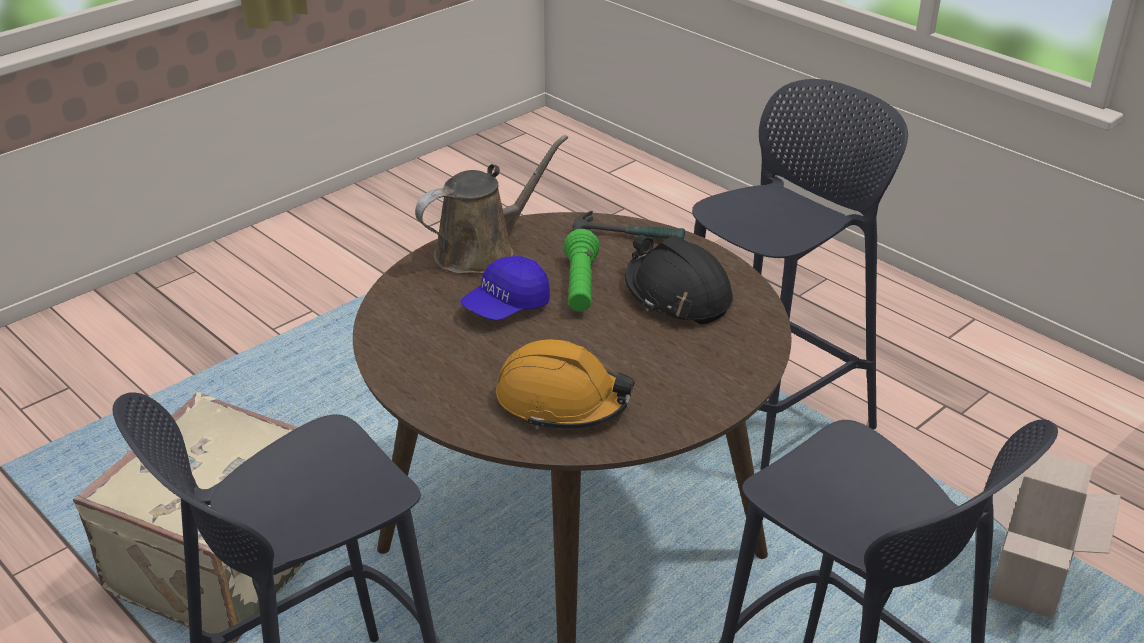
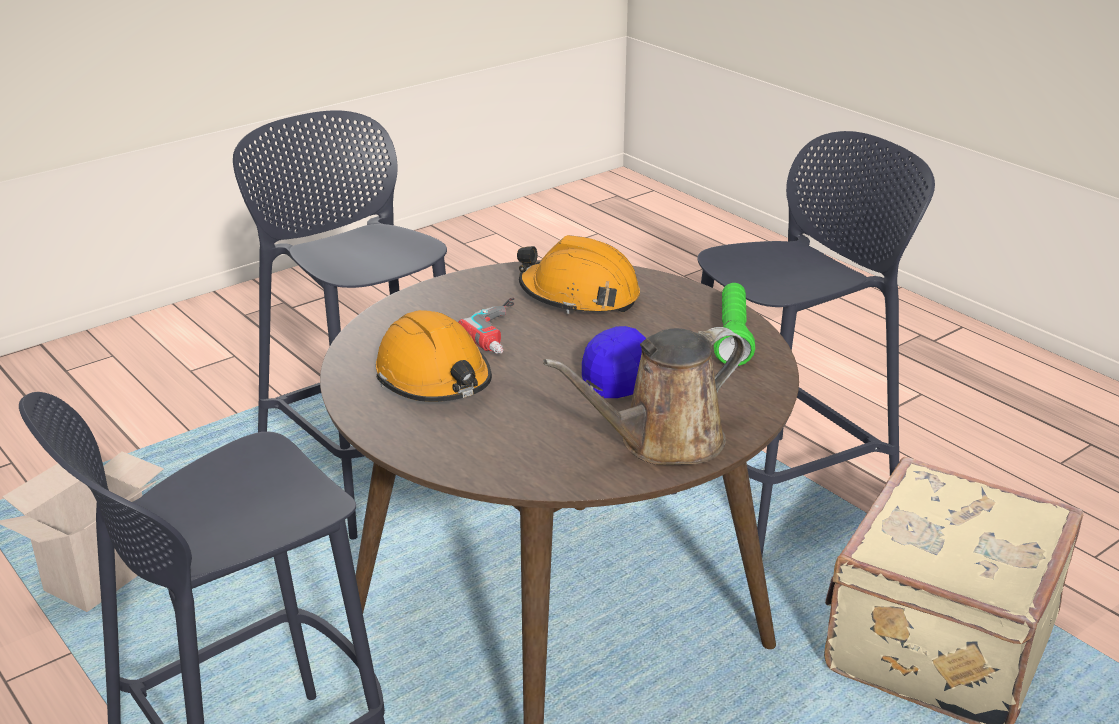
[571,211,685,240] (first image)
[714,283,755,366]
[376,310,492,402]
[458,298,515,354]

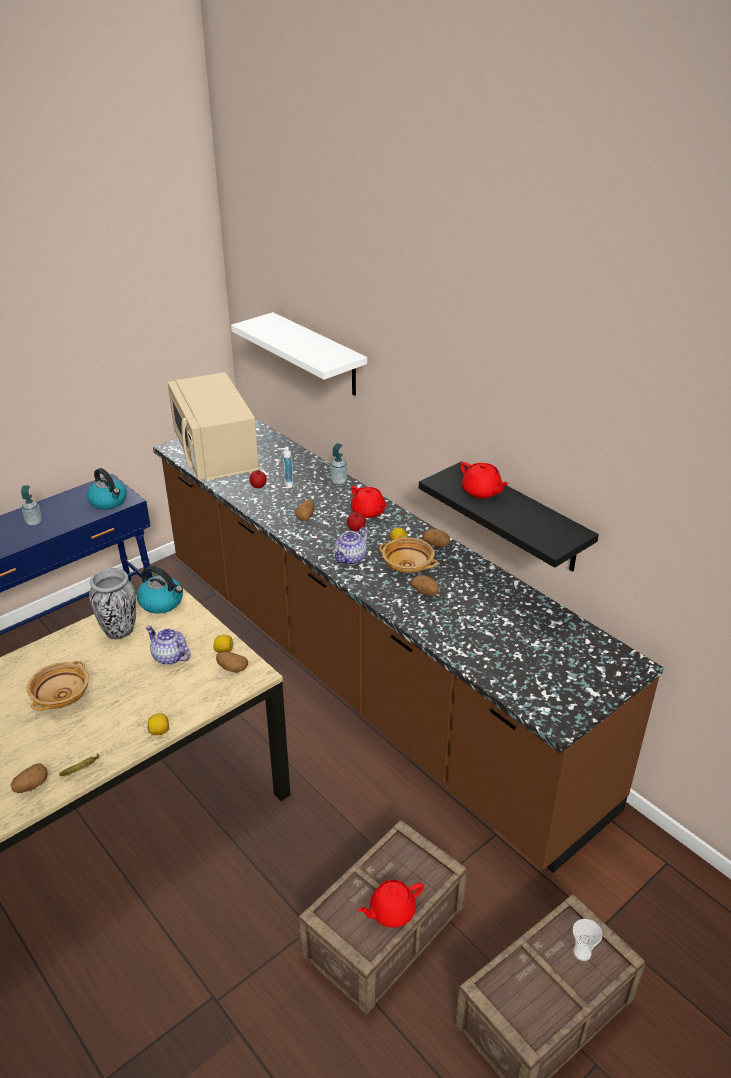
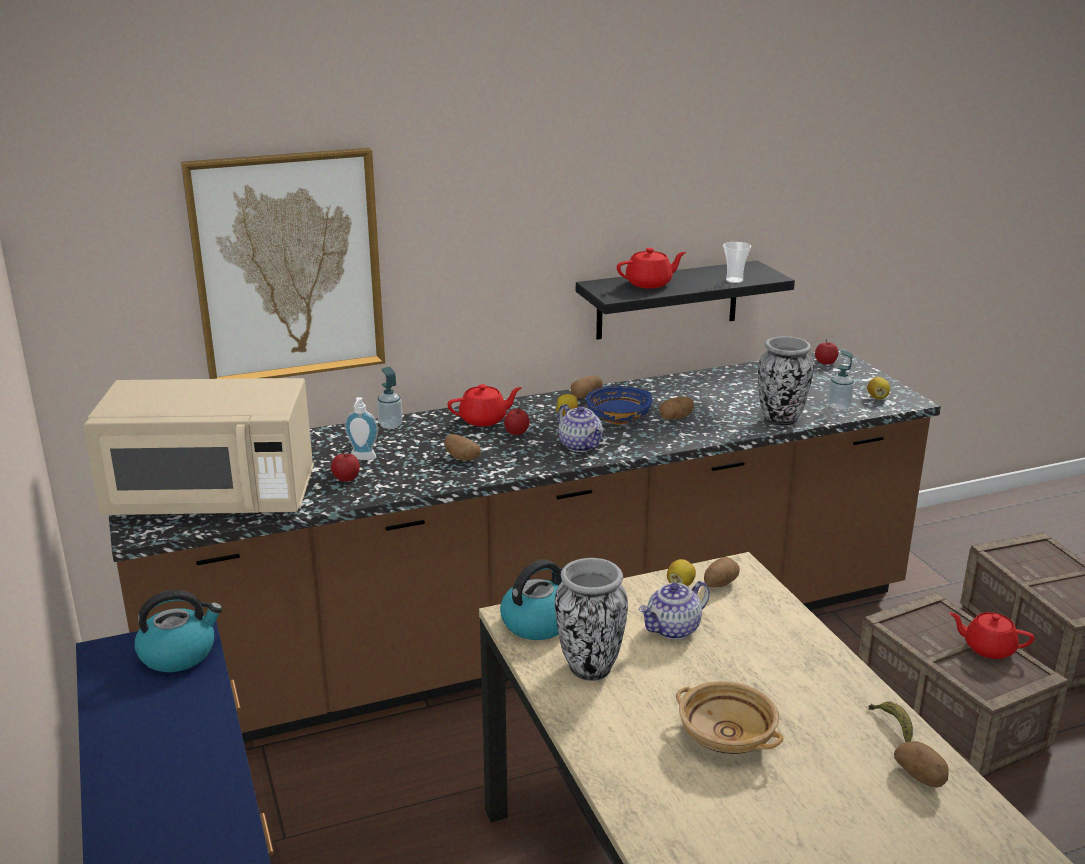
[181,148,385,379]
[828,350,854,410]
[586,386,652,425]
[867,377,890,399]
[949,612,1034,659]
[723,242,751,283]
[758,336,814,426]
[815,339,839,365]

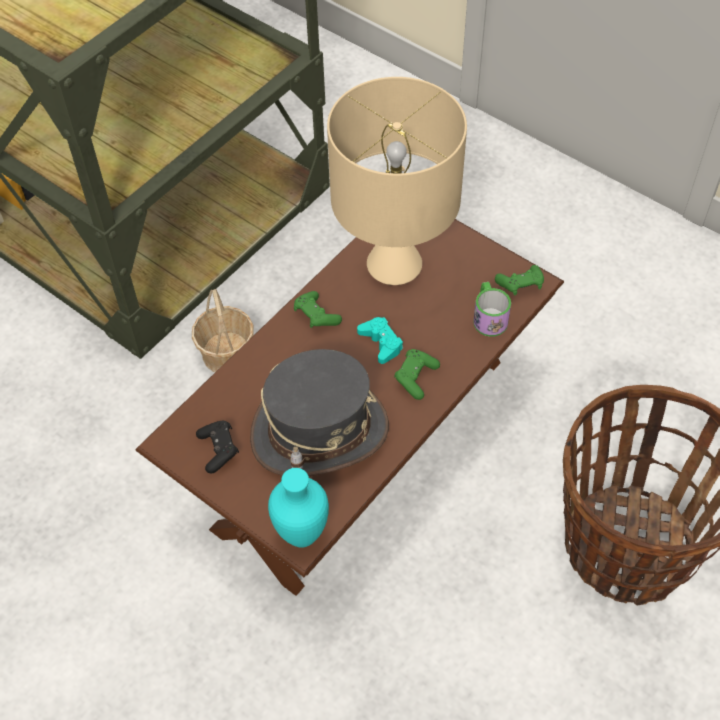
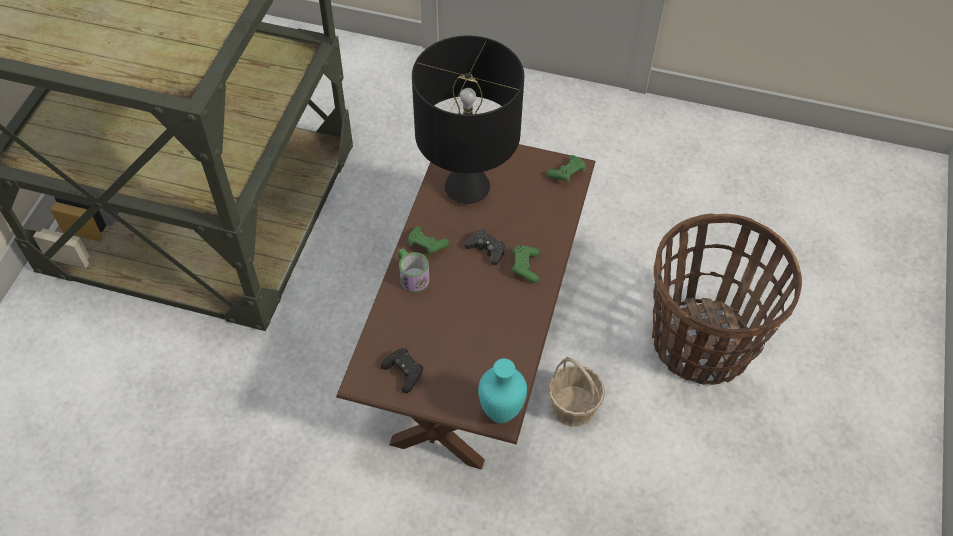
[412,36,524,204]
[398,249,430,293]
[548,357,605,427]
[464,229,505,265]
[250,349,389,477] (first image)

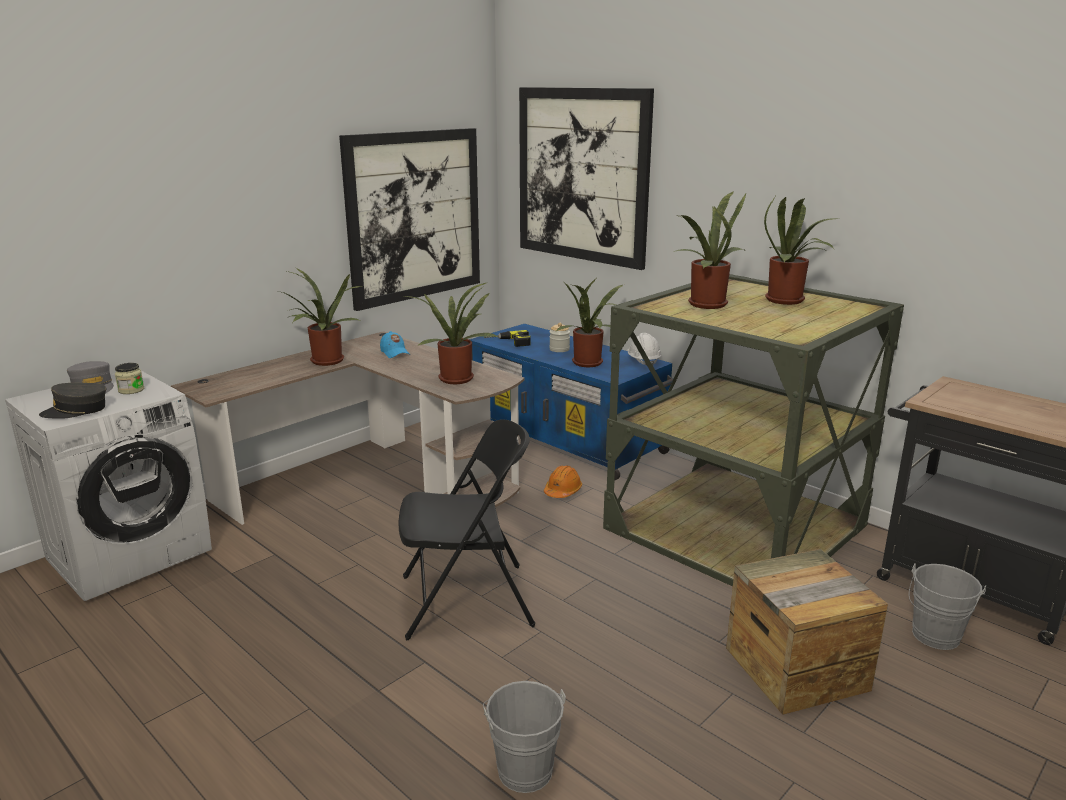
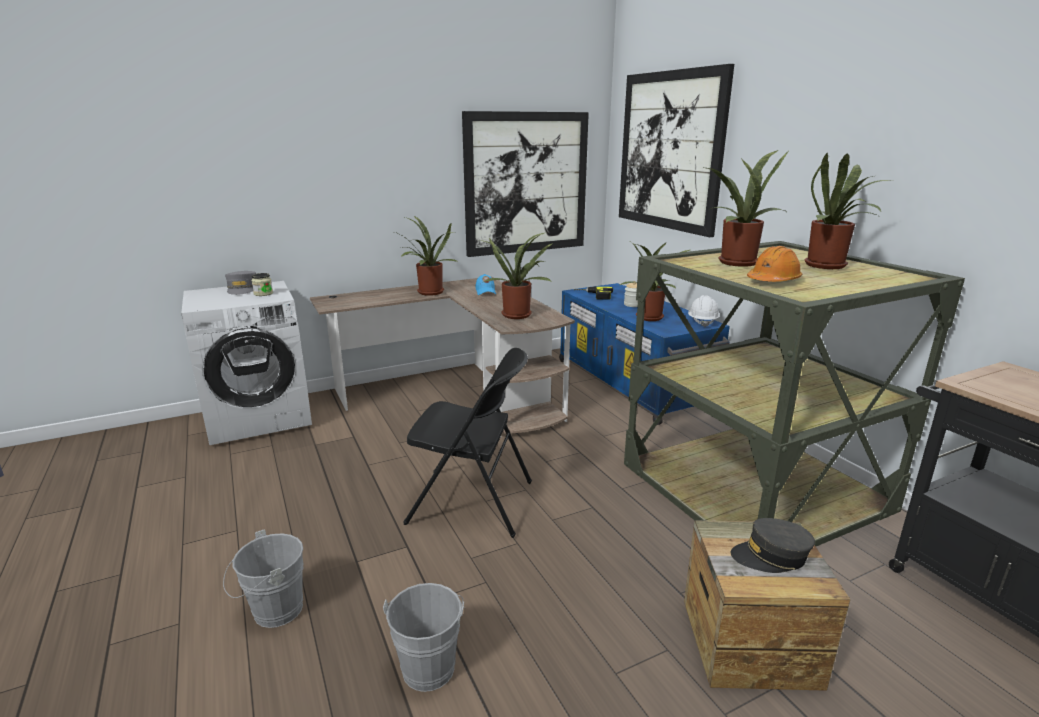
[731,518,815,573]
[747,246,802,282]
[223,529,304,628]

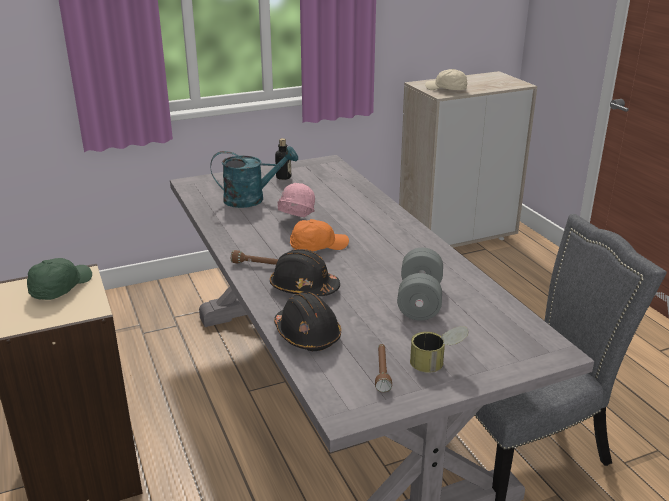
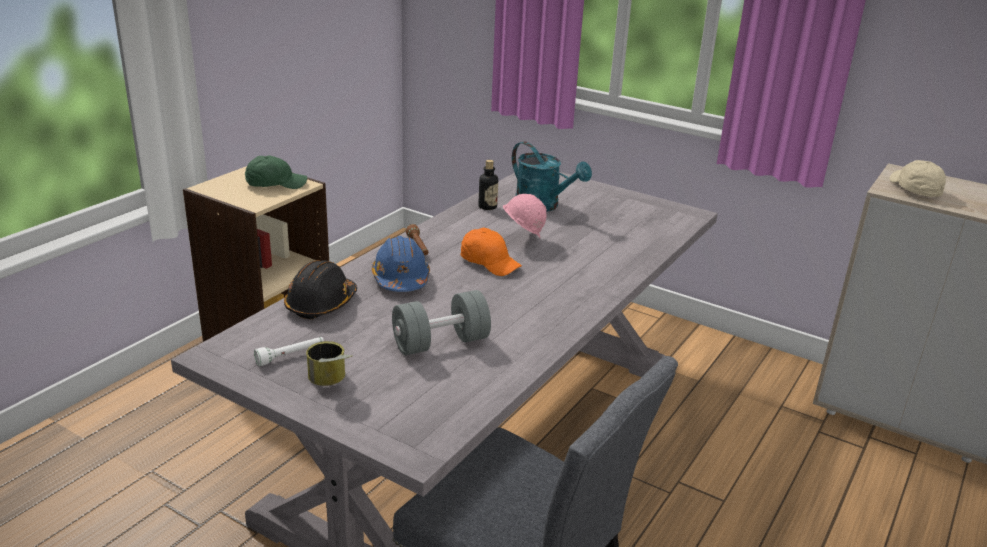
[478,160,498,210]
[372,236,430,292]
[254,337,324,366]

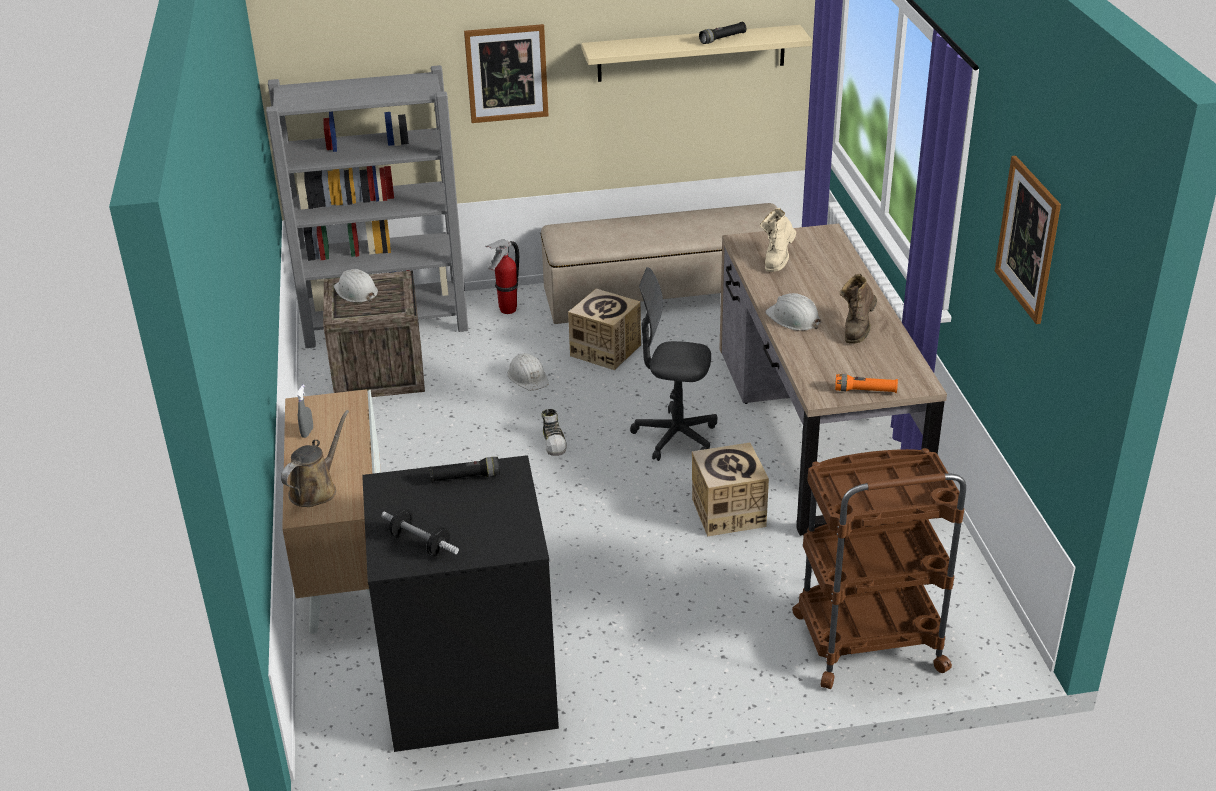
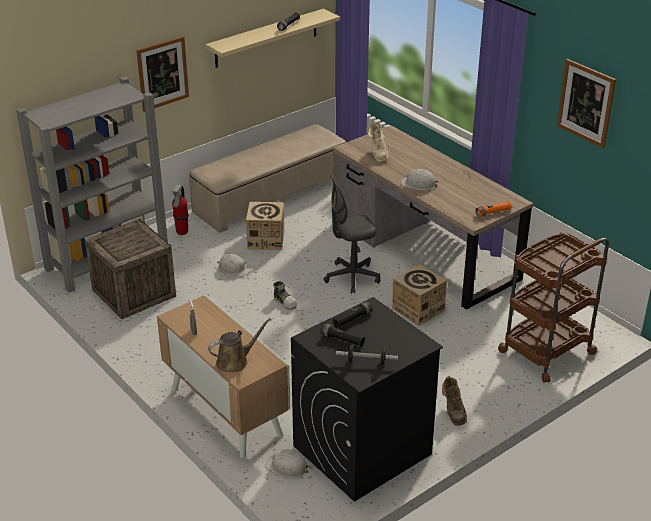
[265,449,310,479]
[442,376,467,426]
[208,318,271,372]
[321,323,365,347]

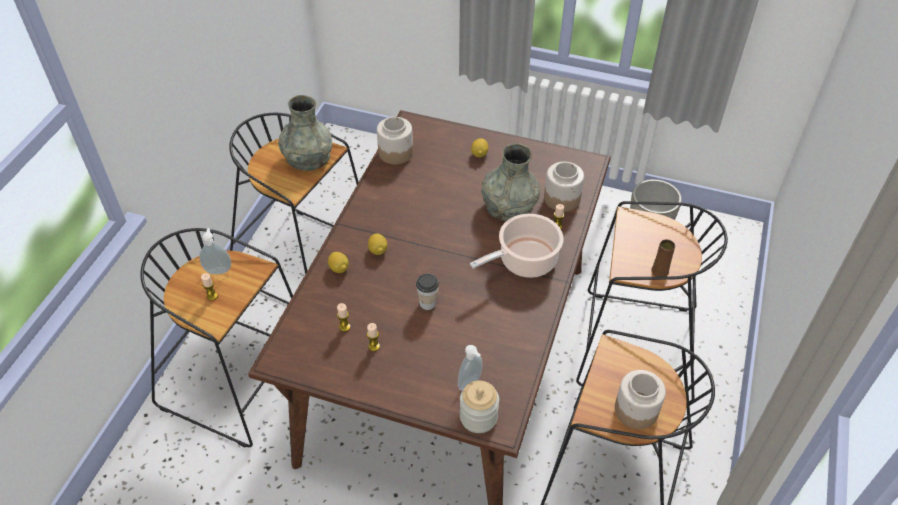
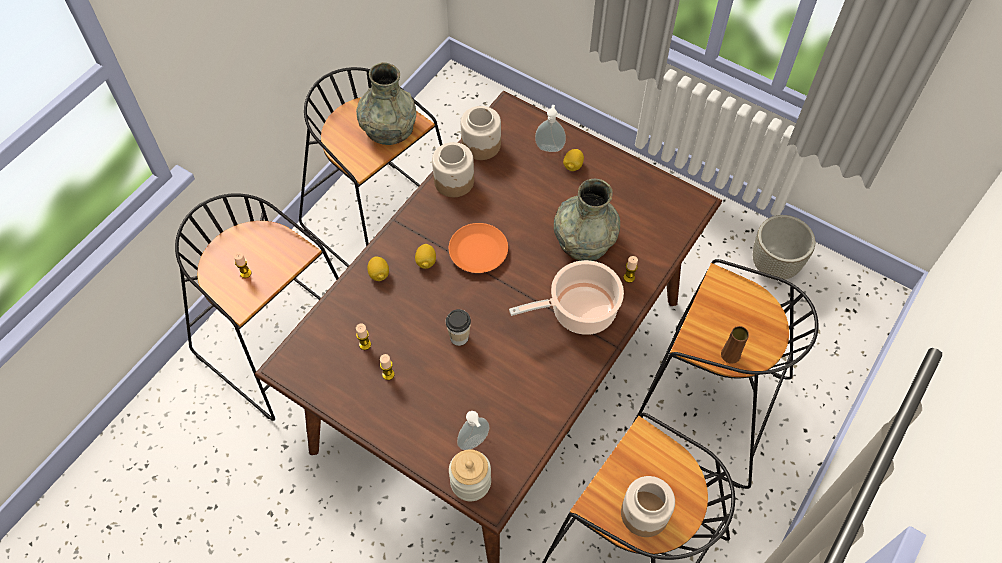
[432,142,474,197]
[535,105,566,152]
[449,223,508,273]

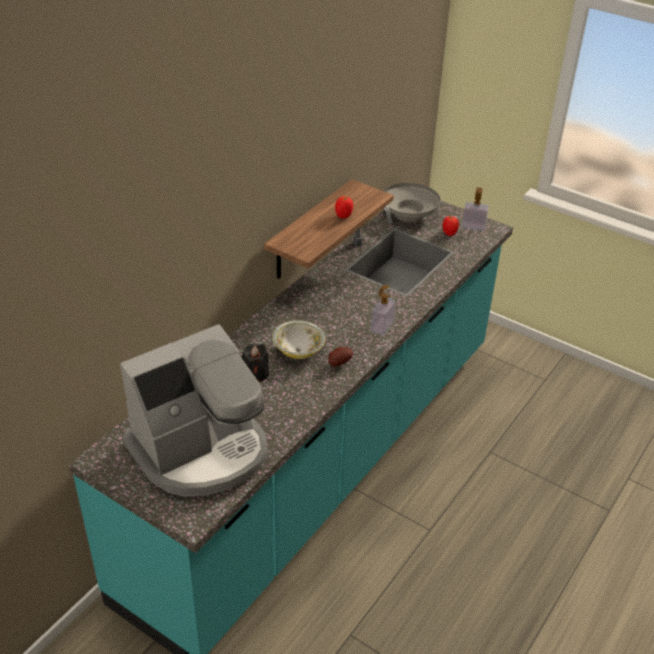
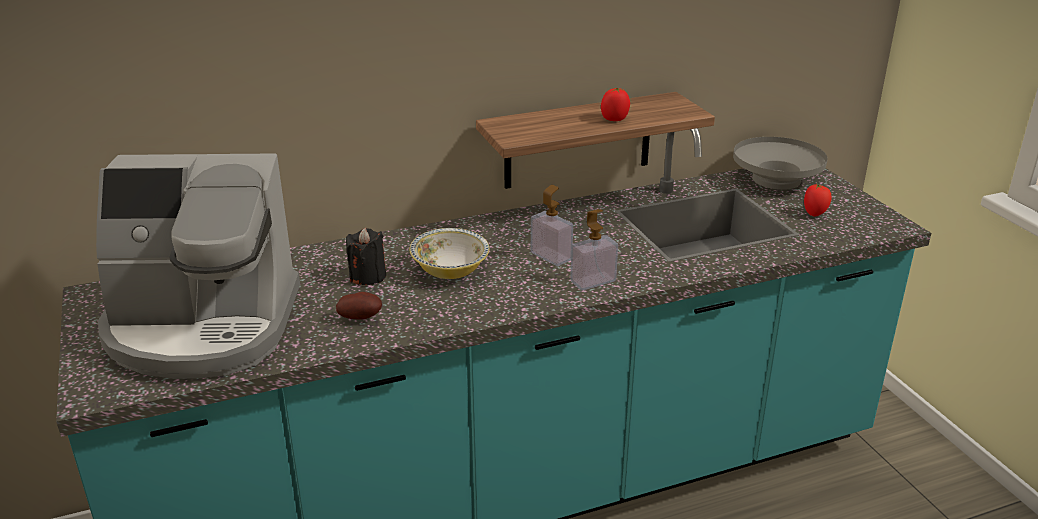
[531,185,573,266]
[336,292,382,320]

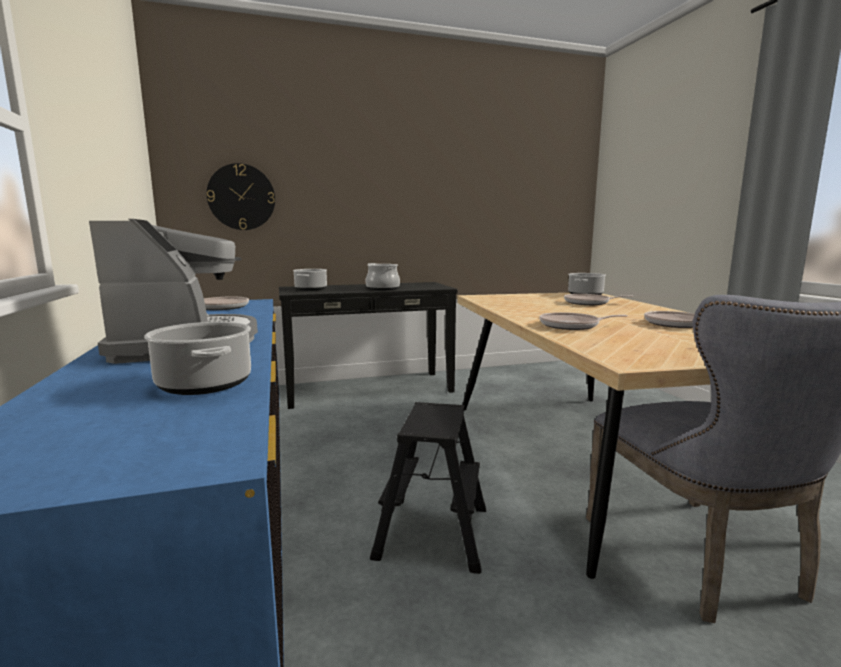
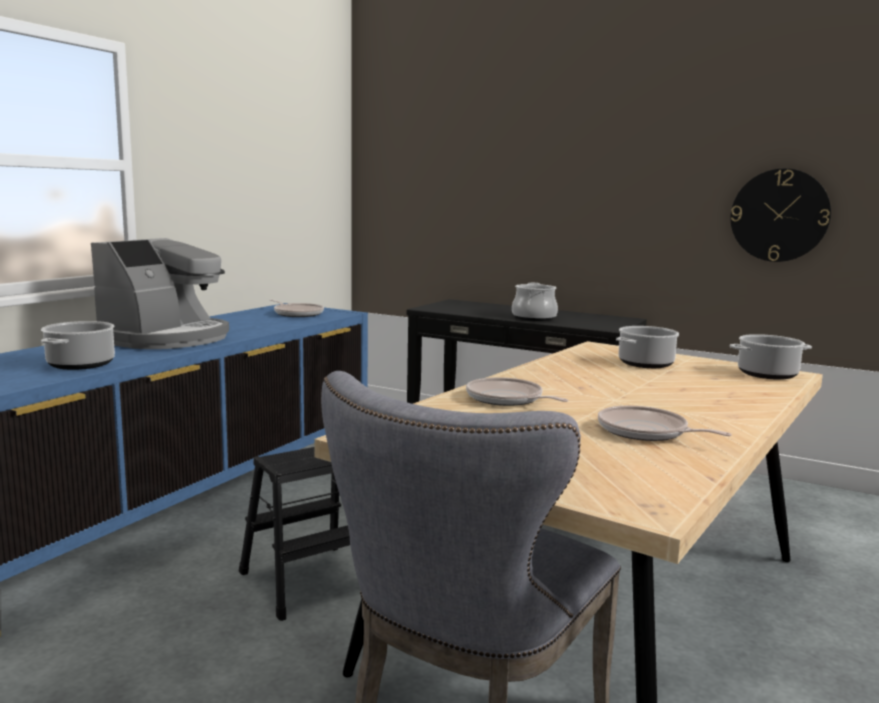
[730,168,831,262]
[616,326,679,368]
[564,294,633,305] (first image)

